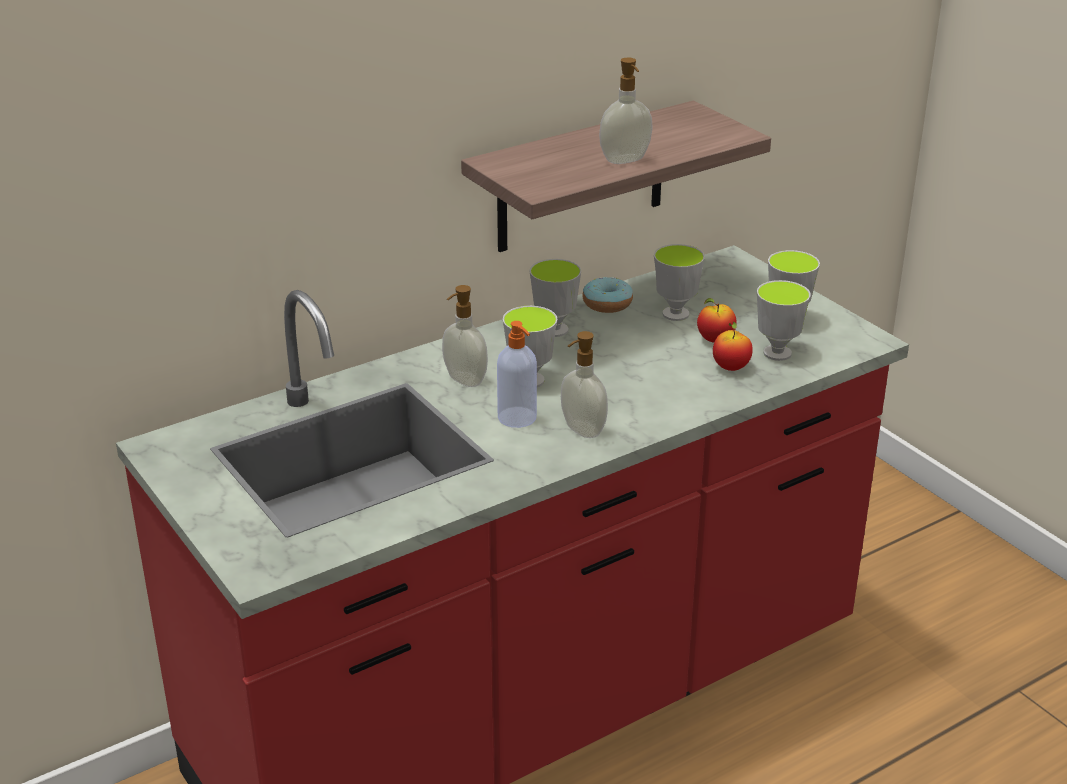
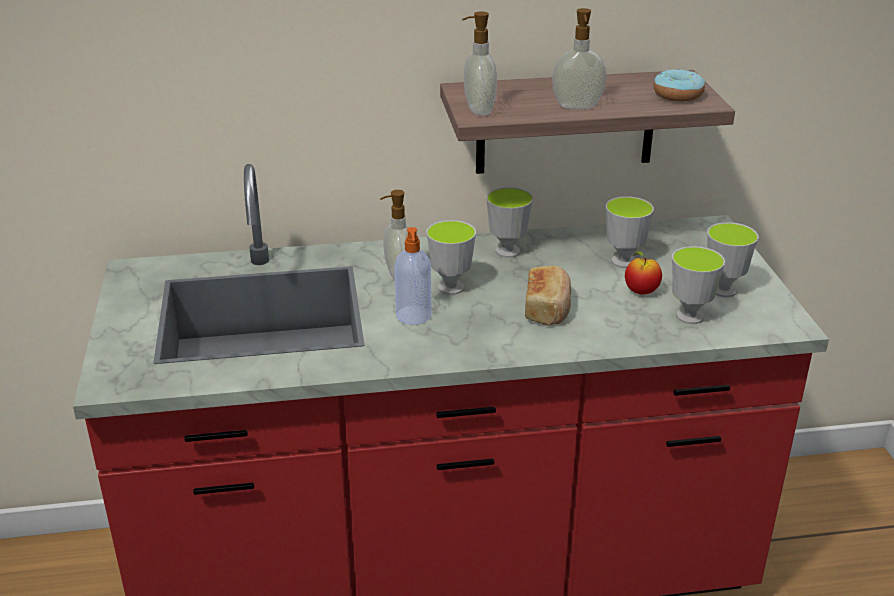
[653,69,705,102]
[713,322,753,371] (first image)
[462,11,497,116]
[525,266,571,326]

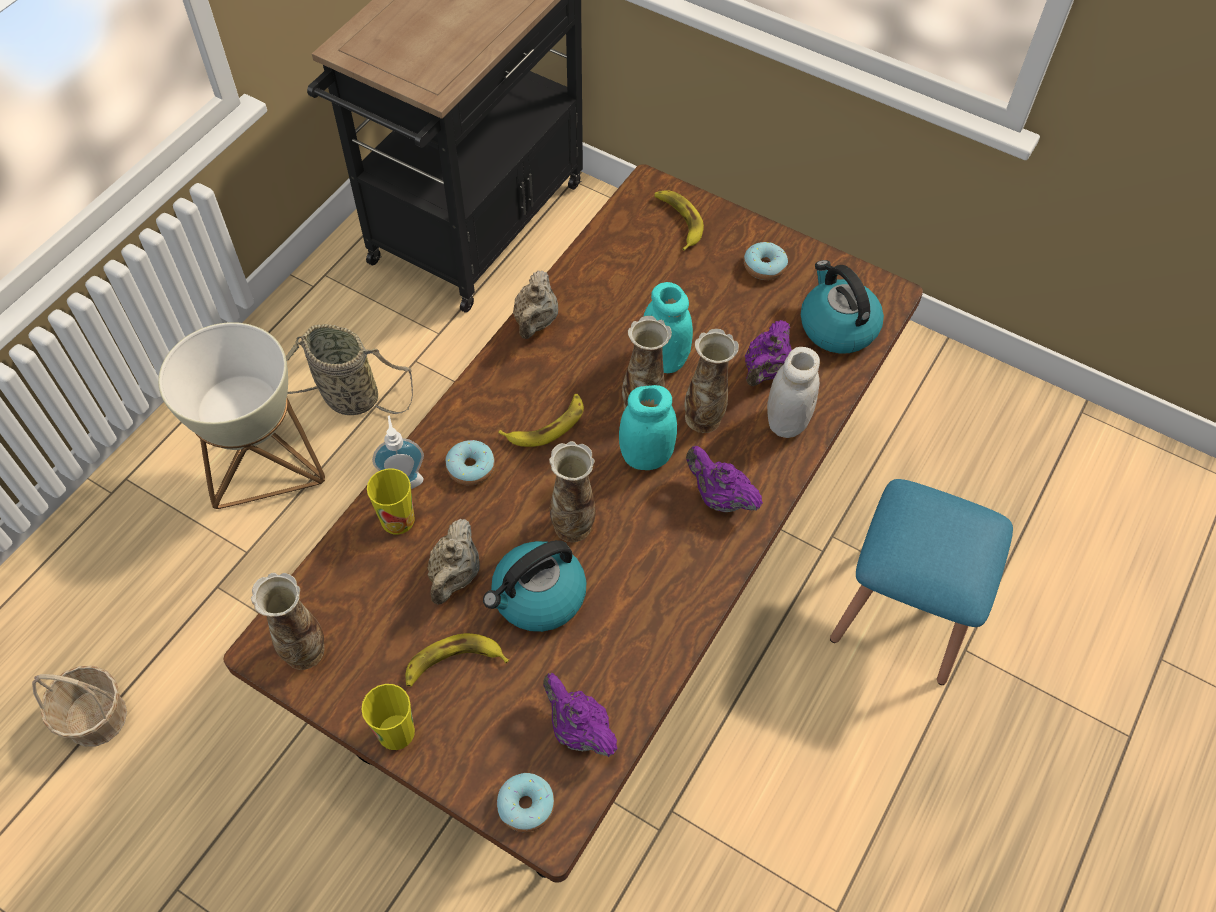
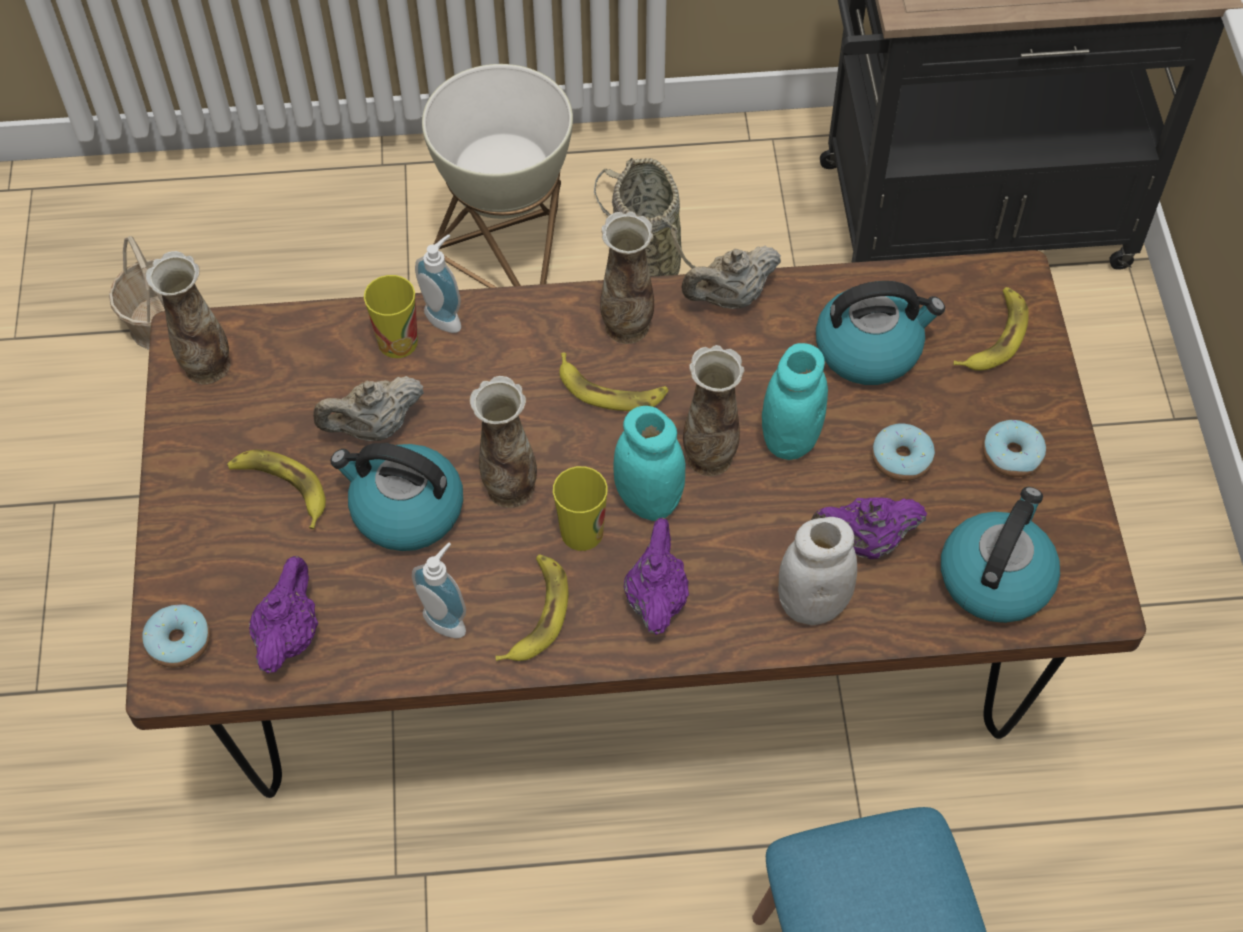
[600,211,654,344]
[872,423,935,481]
[553,466,608,551]
[816,281,945,385]
[412,543,466,639]
[496,554,569,661]

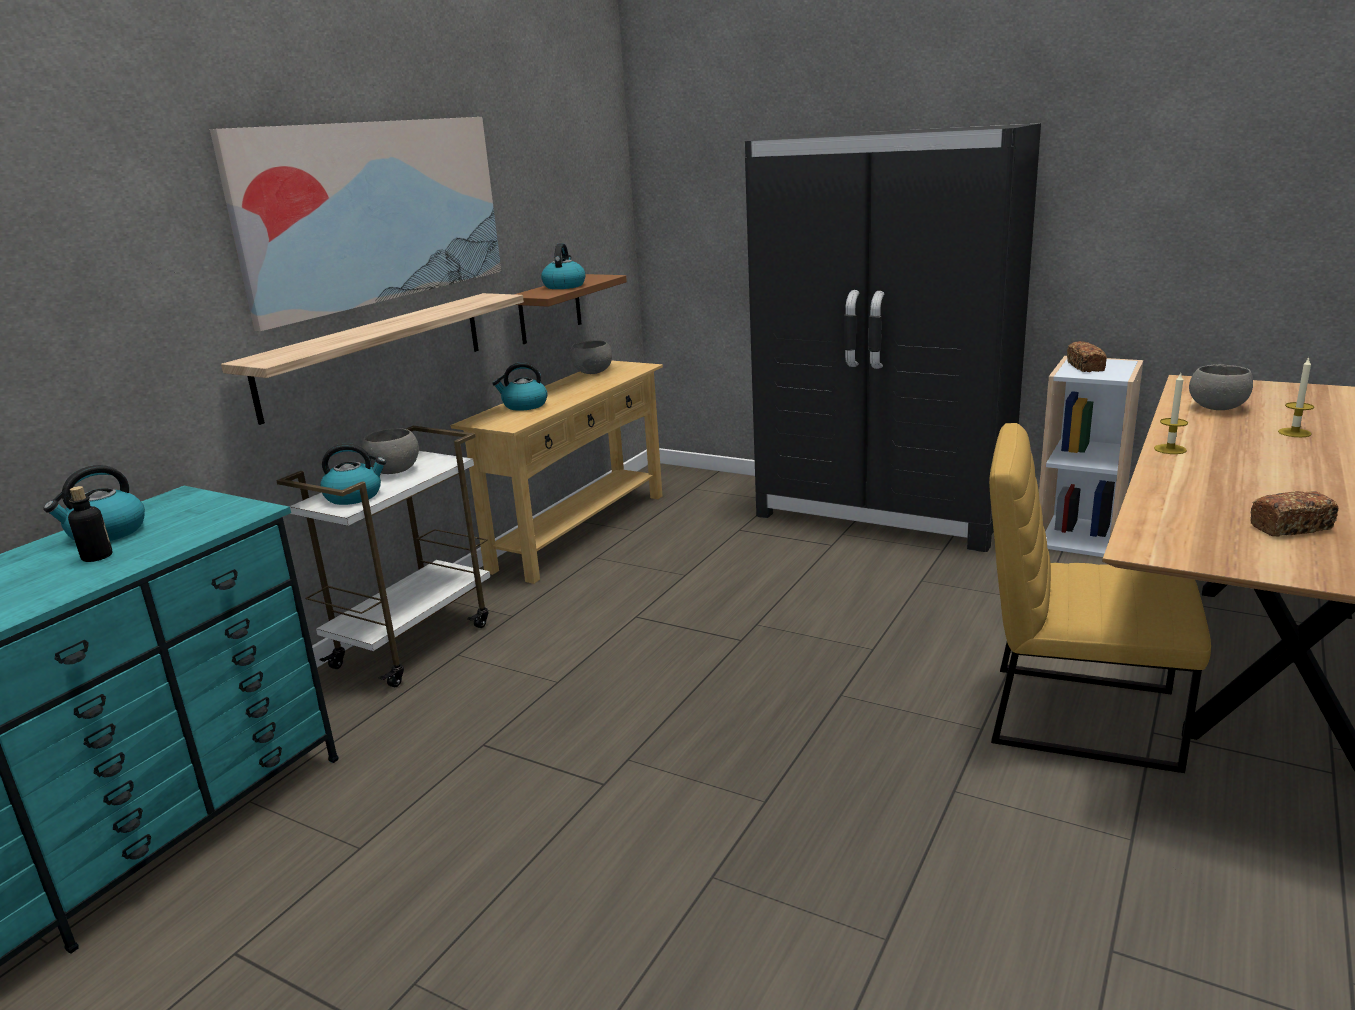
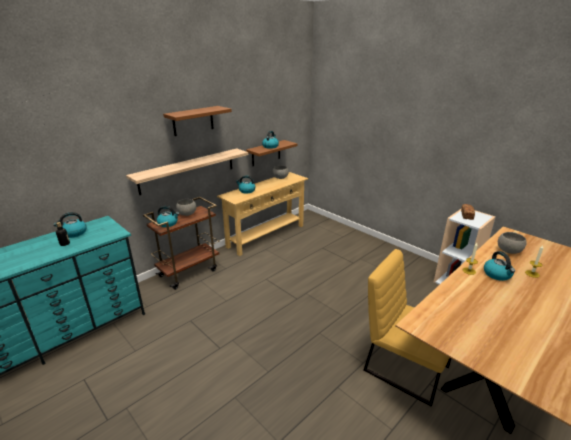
[163,106,232,136]
[745,123,1041,552] (first image)
[143,197,220,290]
[1250,491,1338,537] (first image)
[484,251,515,281]

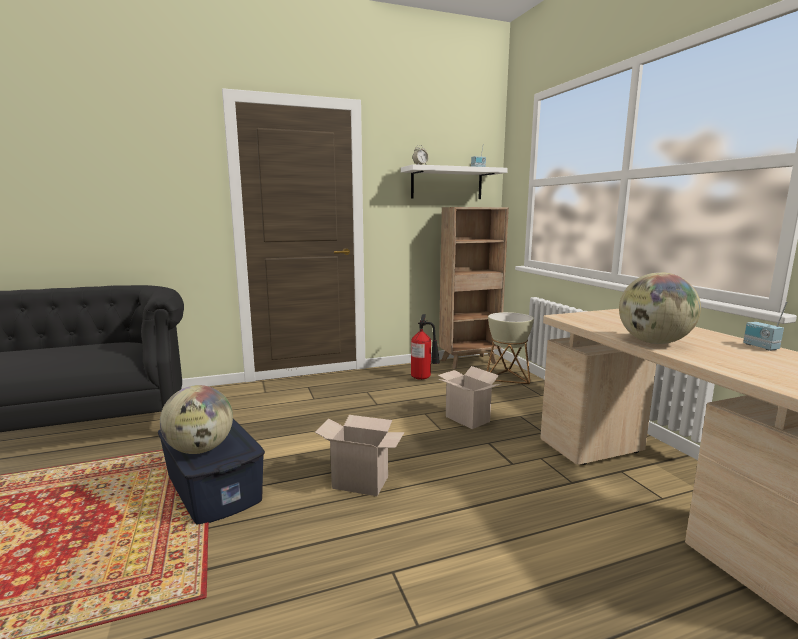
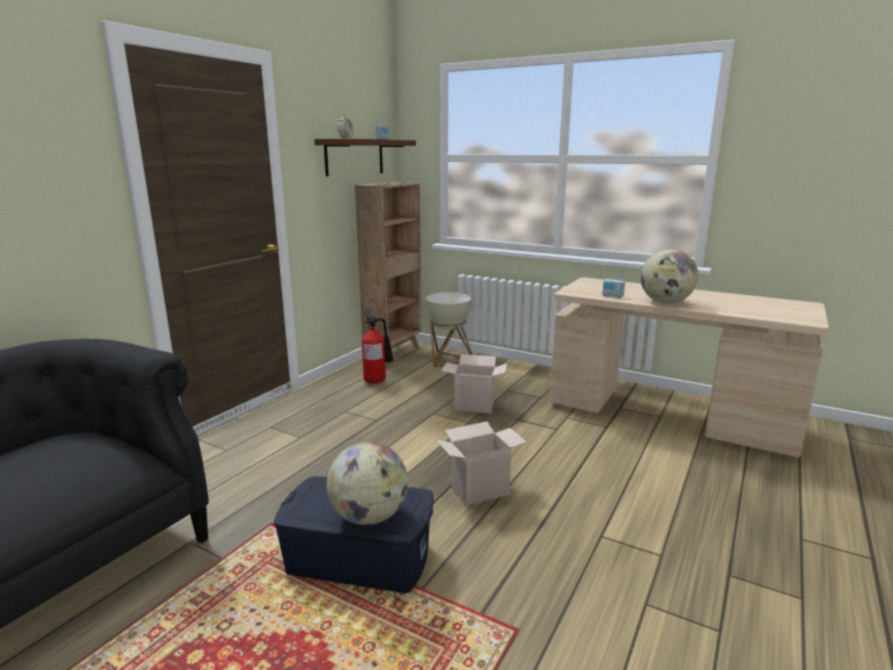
[314,139,416,176]
[602,263,627,298]

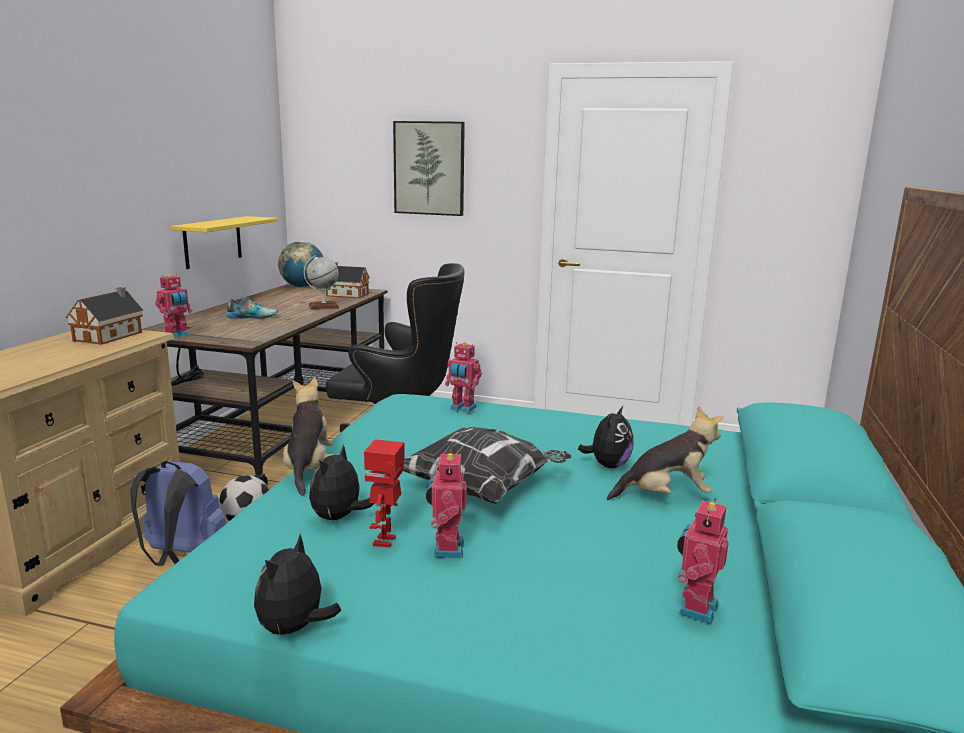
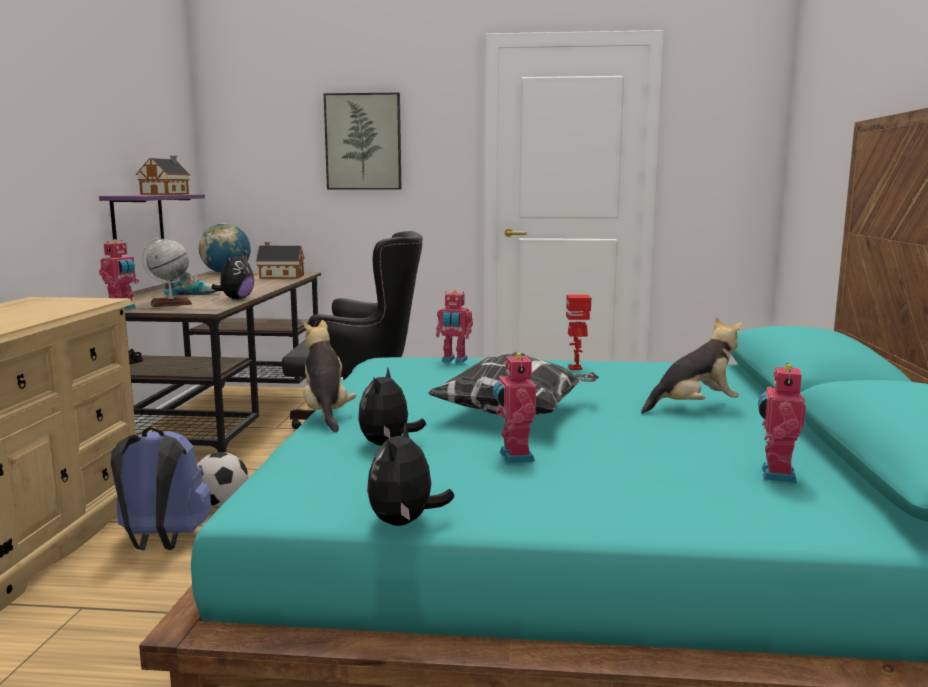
[99,194,205,240]
[142,238,192,307]
[136,156,190,195]
[211,252,254,300]
[566,295,591,370]

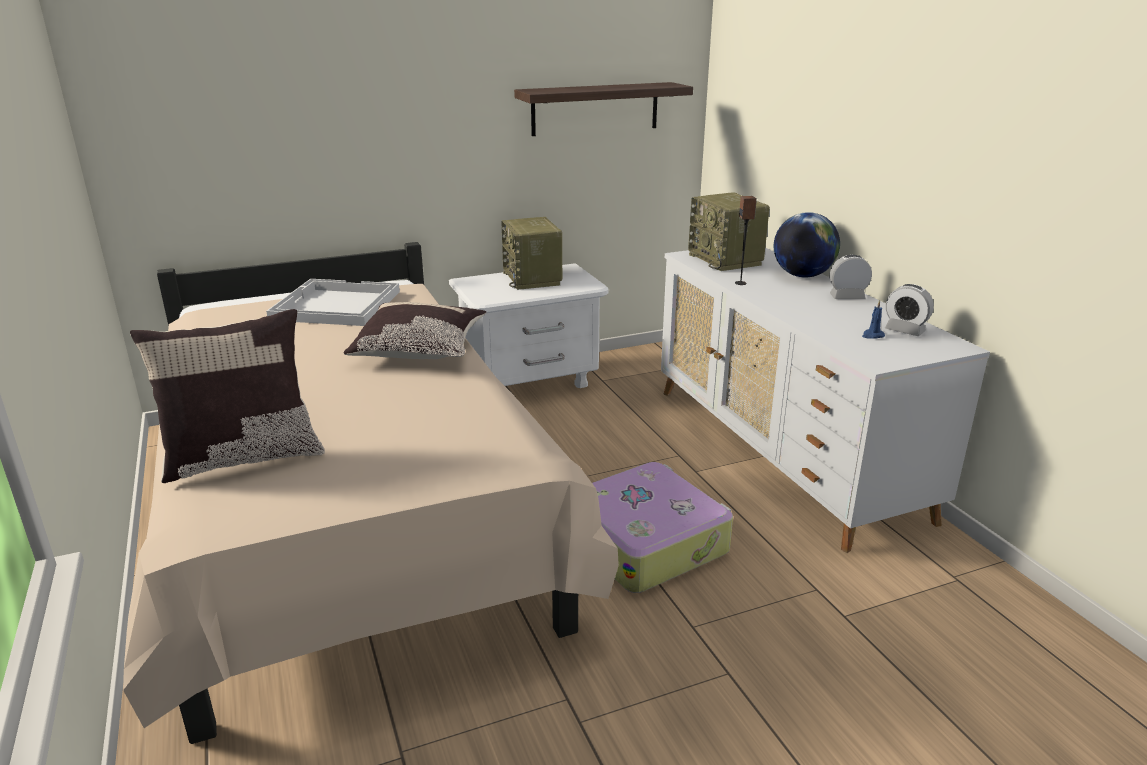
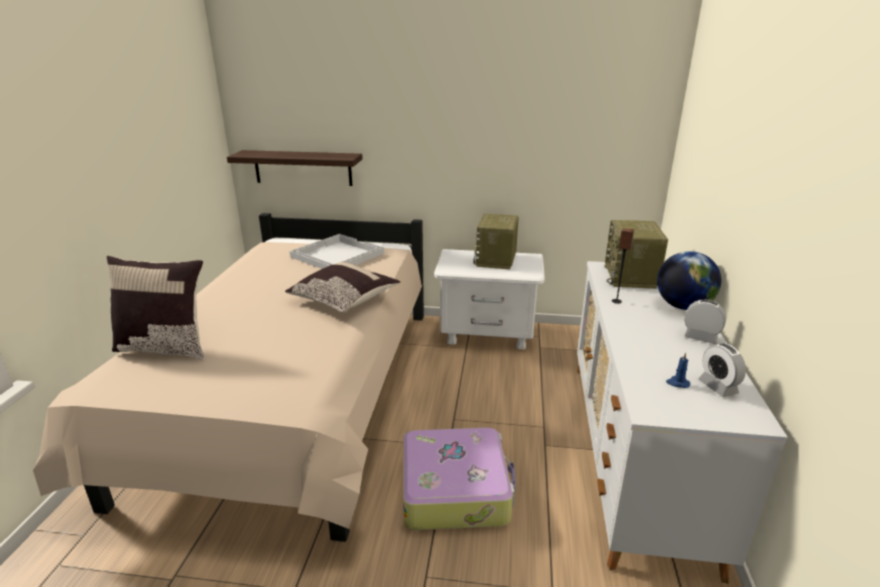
[227,150,363,186]

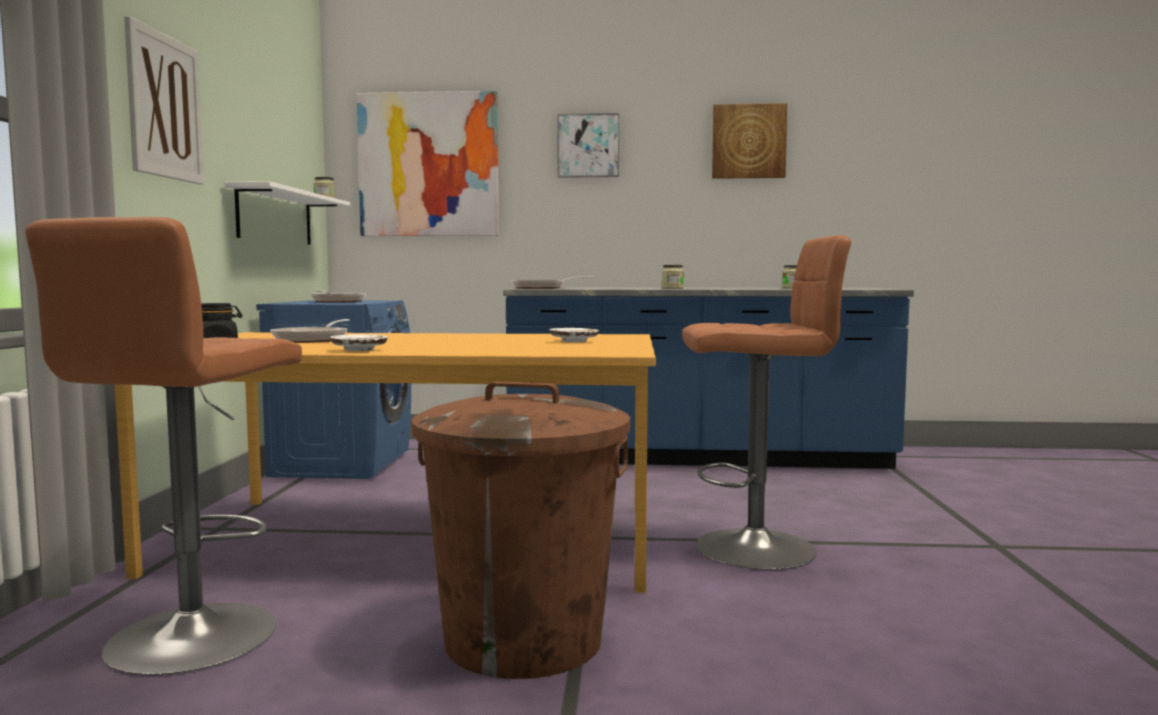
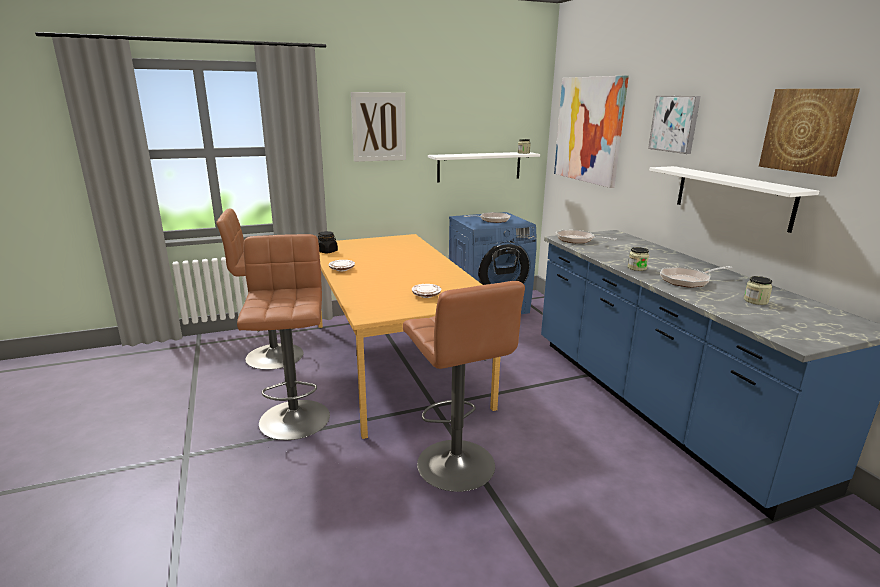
[660,266,733,288]
[237,234,330,440]
[649,166,819,233]

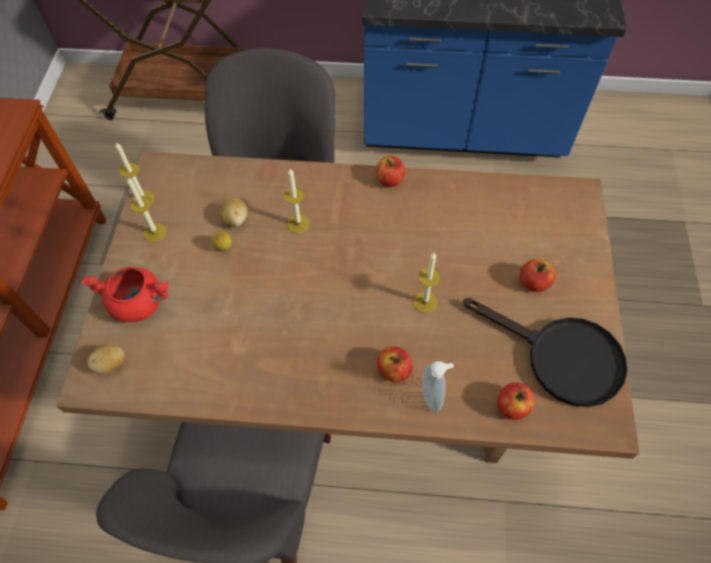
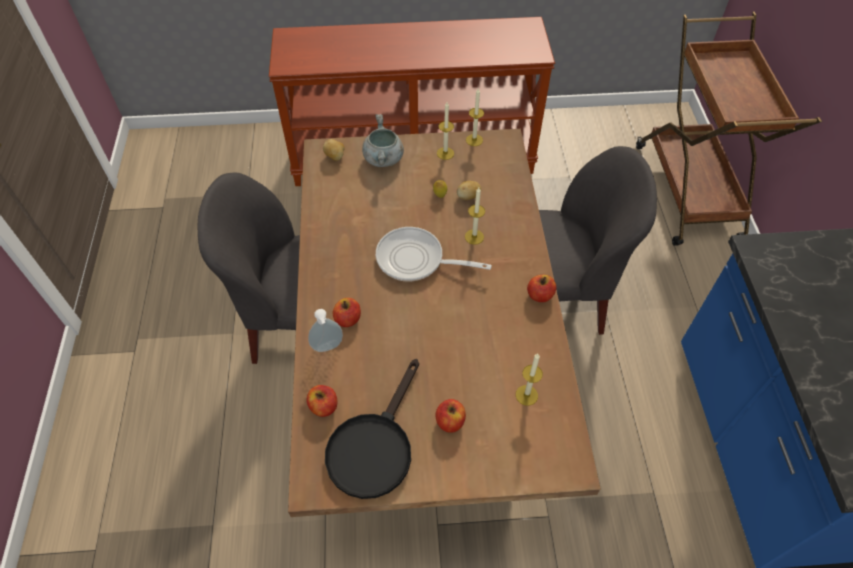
[516,354,543,406]
[362,114,404,167]
[376,227,492,282]

